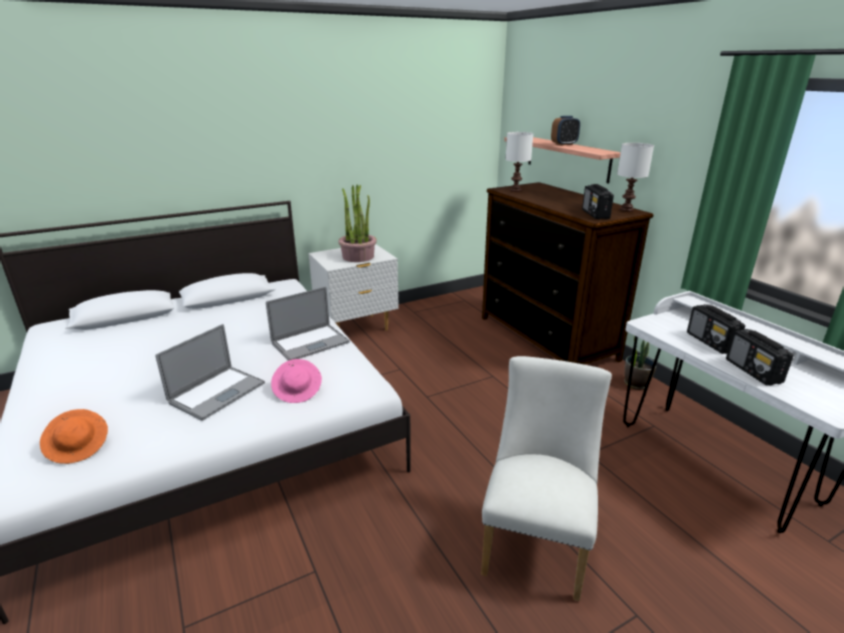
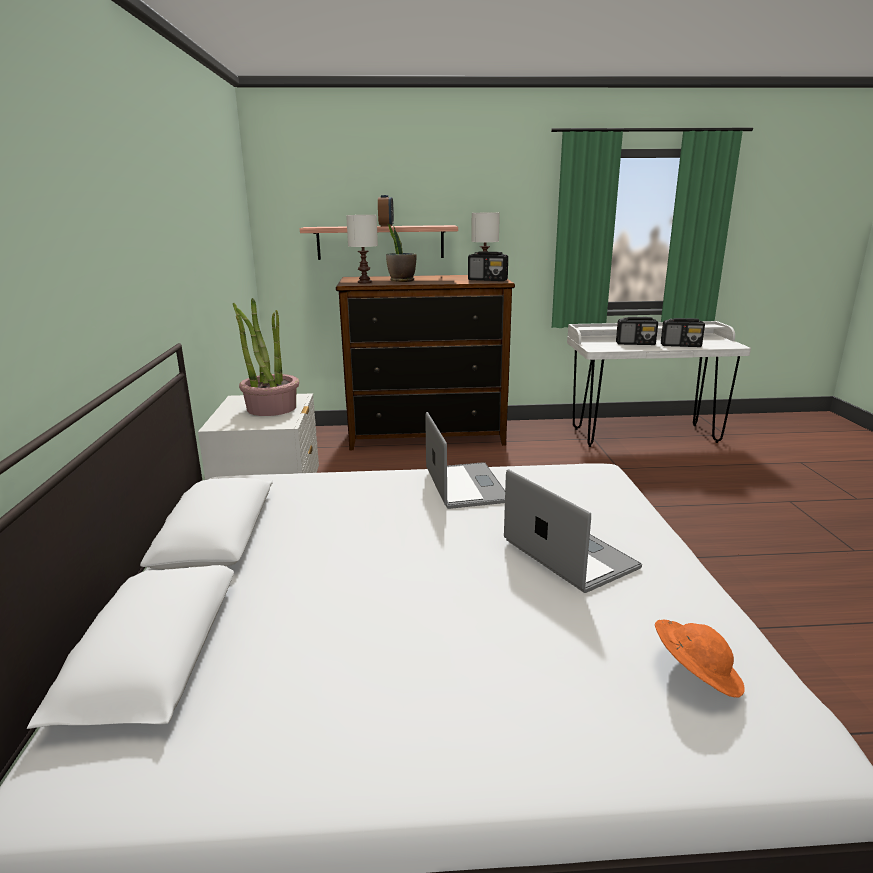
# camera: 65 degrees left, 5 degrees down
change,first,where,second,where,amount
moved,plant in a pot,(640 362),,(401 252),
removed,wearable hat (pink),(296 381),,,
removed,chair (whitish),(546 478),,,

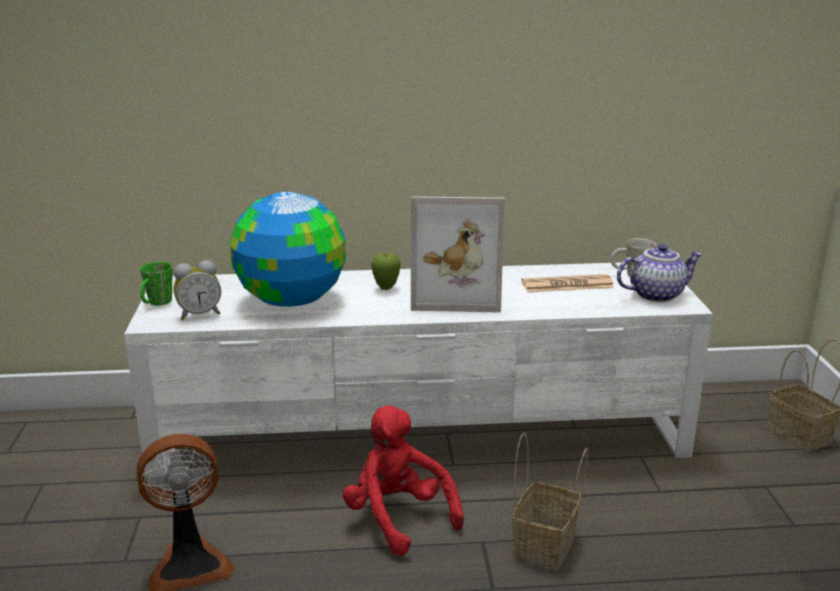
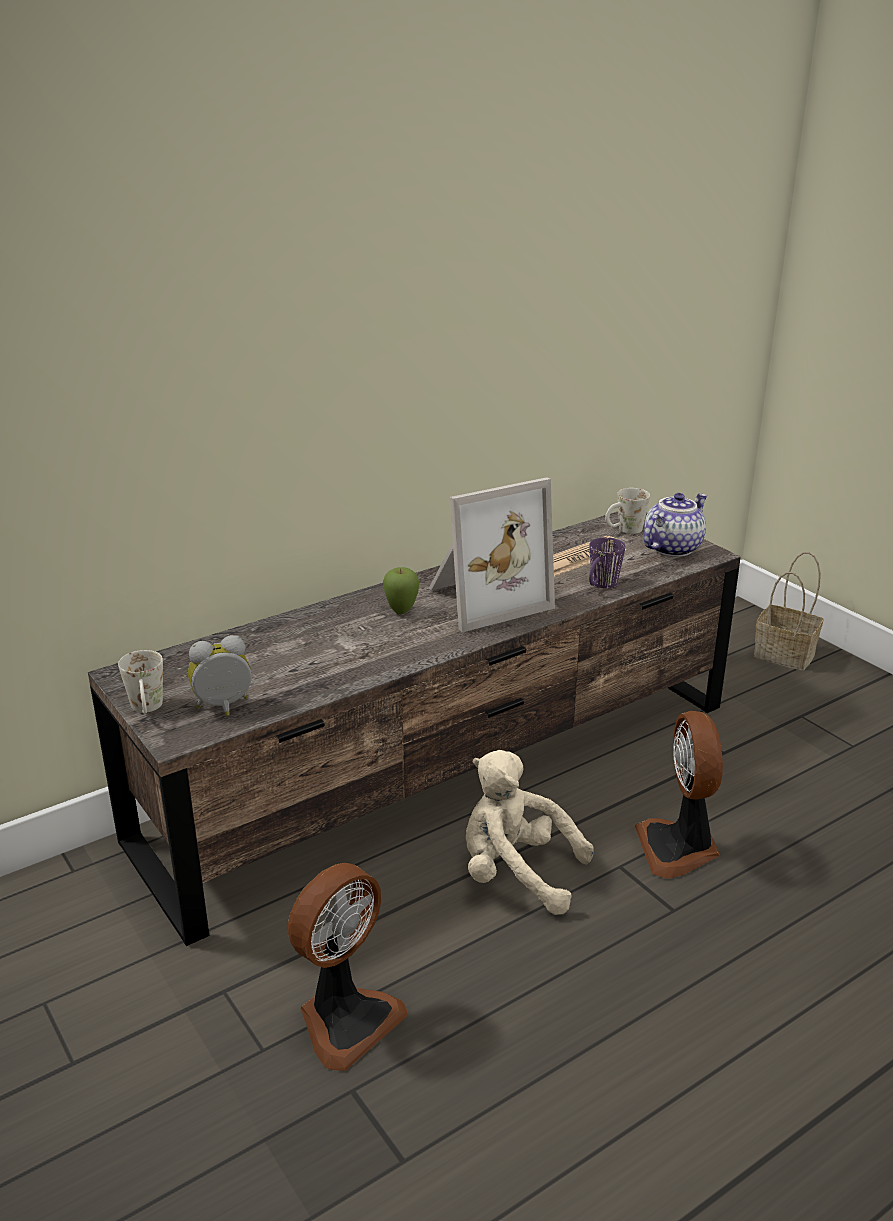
# camera: 30 degrees left, 5 degrees up
change,first,where,second,where,amount
recoloured,tv stand (whitish),(418 370),tv stand (brown),(414 729),
recoloured,tea mug (greenish),(156 283),tea mug (whitish),(140 682),
turned,bedside clock,(197 290),,(220 675),150 degrees counterclockwise
recoloured,soft toy (red),(403 480),soft toy (beige-coloured),(530 832),
added,,,tea mug (purplish),(607 562),
replaced,basket,(550 501),fan,(679 795),
removed,desk globe,(288 249),,,

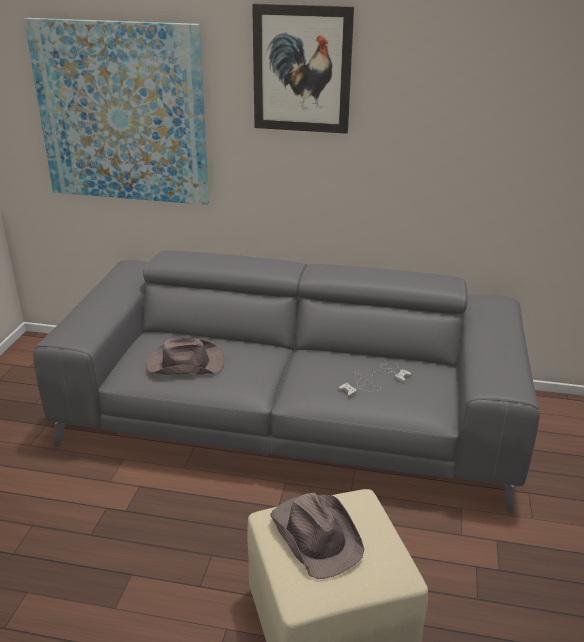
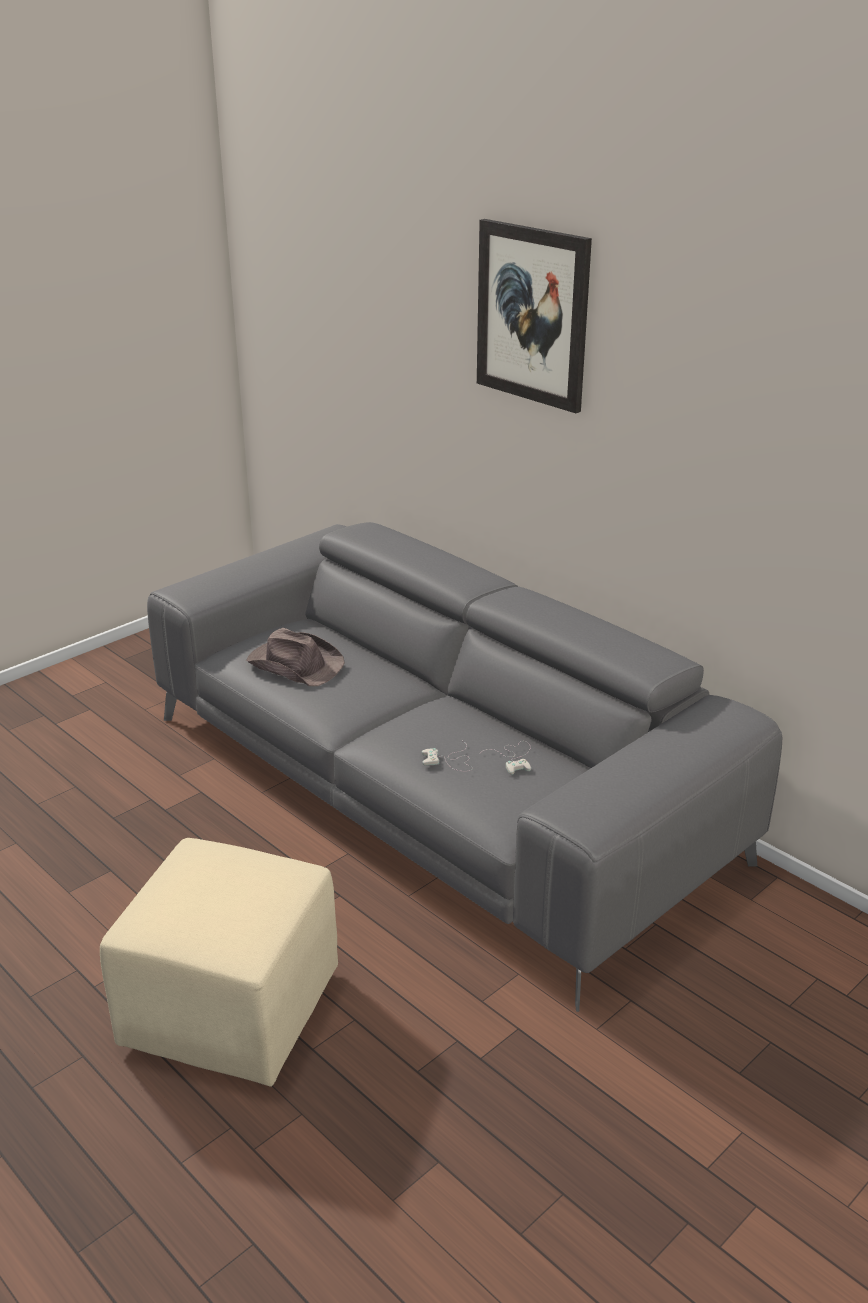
# camera: 35 degrees right, 0 degrees up
change,first,where,second,where,amount
removed,wall art,(116 111),,,
removed,wearable hat (brown),(317 536),,,

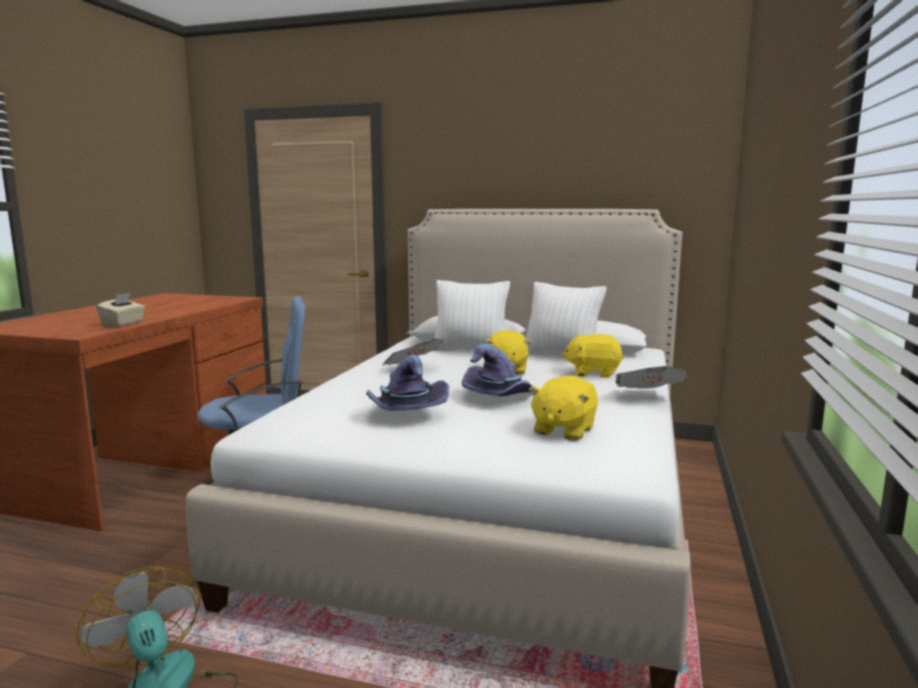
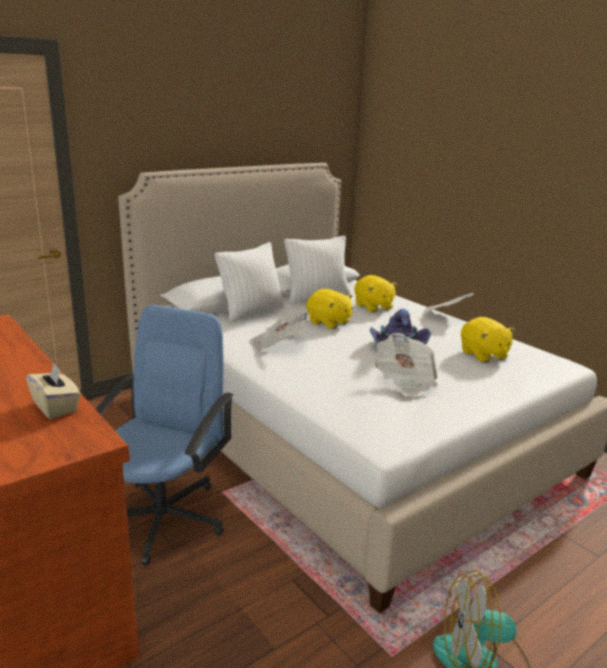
# camera: 55 degrees left, 10 degrees up
change,first,where,second,where,amount
turned,soft toy (yellow-coloured),(592 356),,(375 293),75 degrees counterclockwise
replaced,wearable hat (purplish),(407 383),printed paper,(406 365),

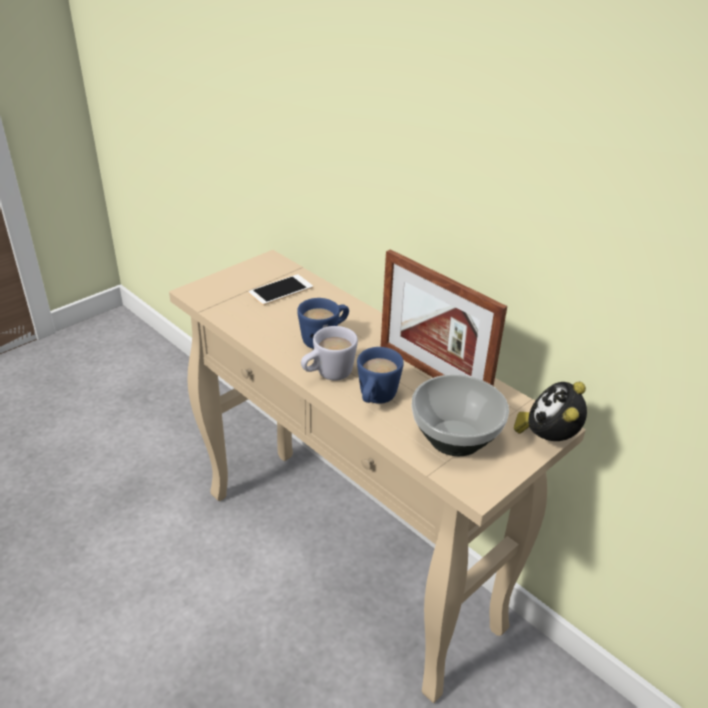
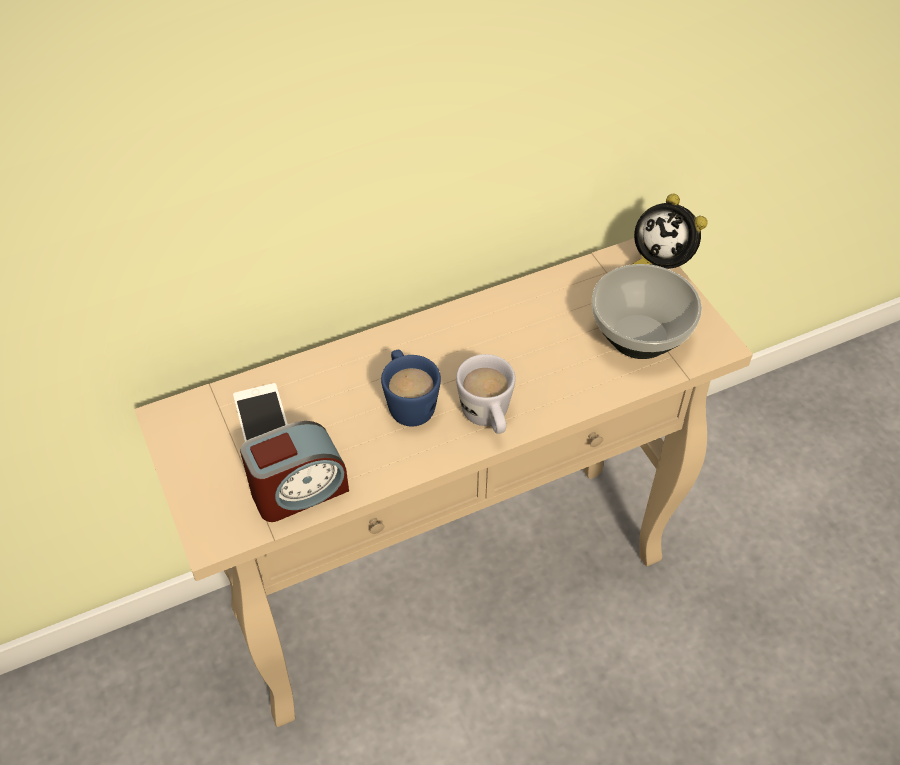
# camera: 70 degrees left, 15 degrees up
change,first,where,second,where,amount
added,,,bedside clock,(294 471),
removed,tea mug (blue),(380 375),,,
removed,standing frame,(444 317),,,

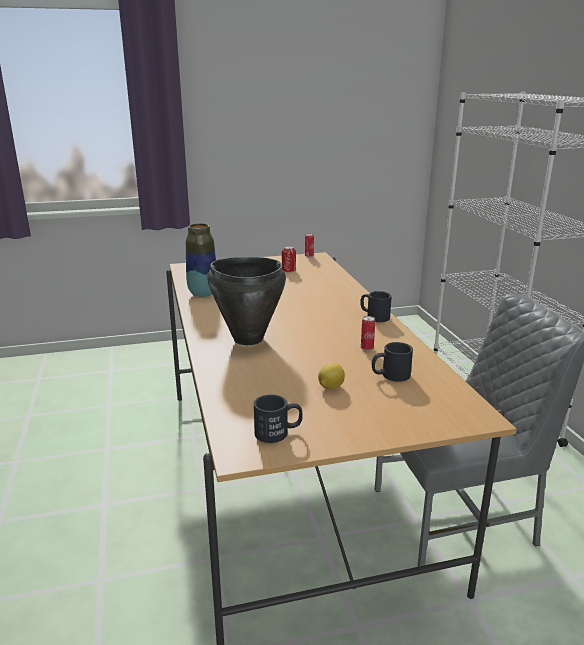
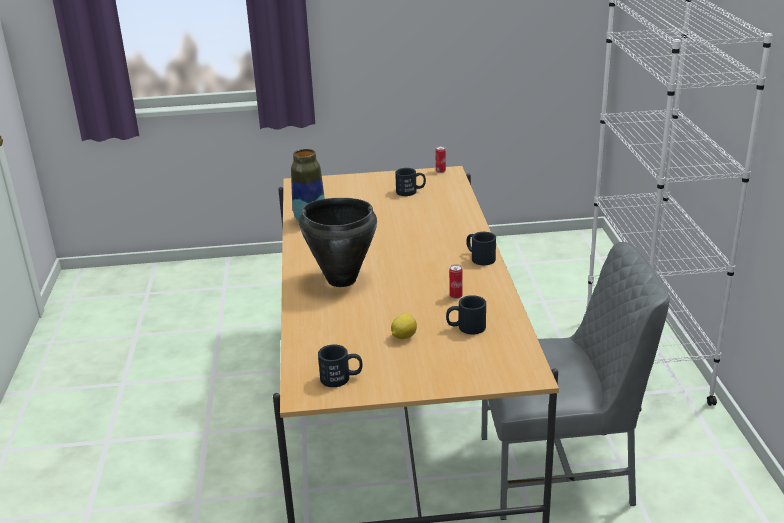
# camera: 10 degrees right, 5 degrees up
change,first,where,second,where,amount
replaced,sealed can,(289 259),tea mug (black-coloured),(410 182),

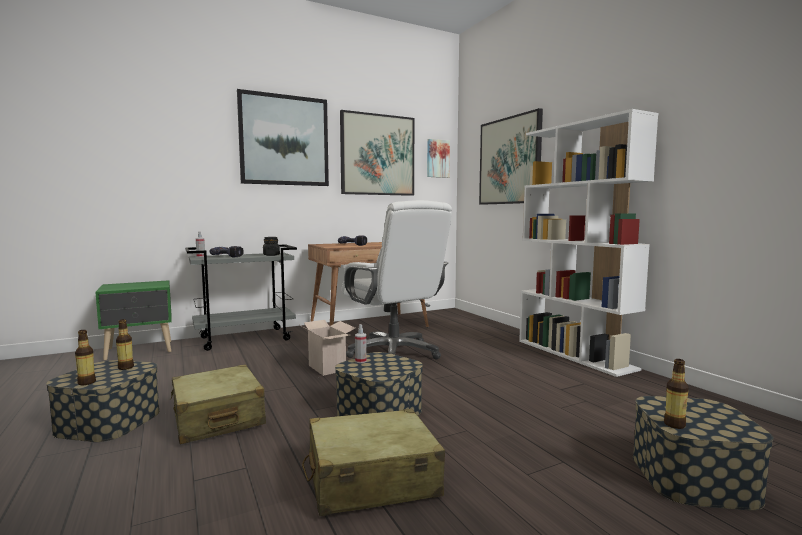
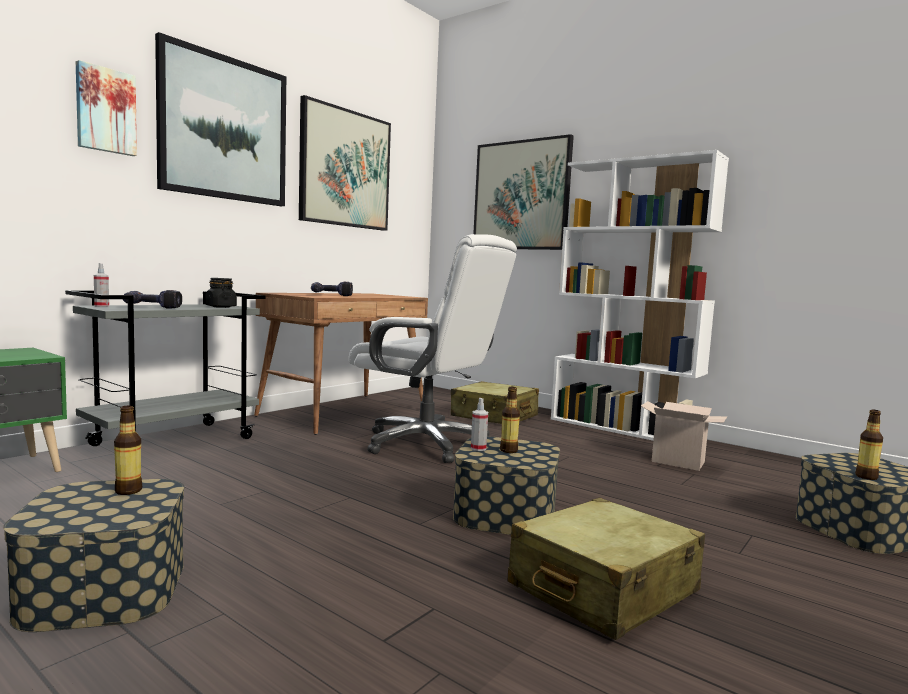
# camera: 25 degrees left, 0 degrees up
change,first,where,second,where,amount
moved,wall art,(438 158),,(106 108),
moved,piece of luggage (beige-coloured),(218 404),,(495 402),
moved,drink bottle,(85 357),,(510 420),
moved,cardboard box,(326 348),,(684 436),

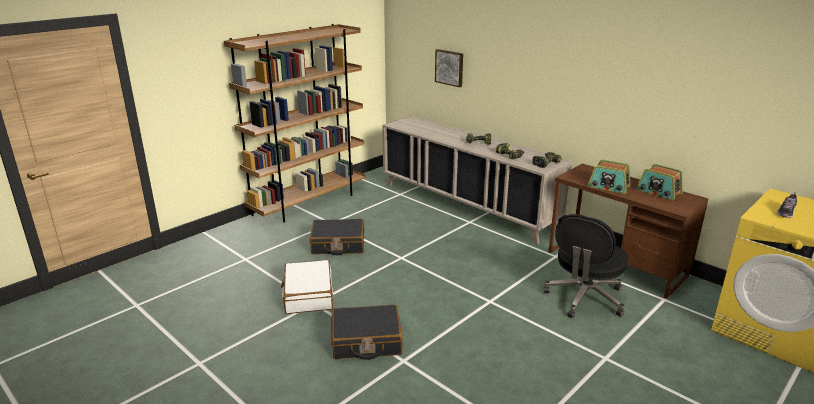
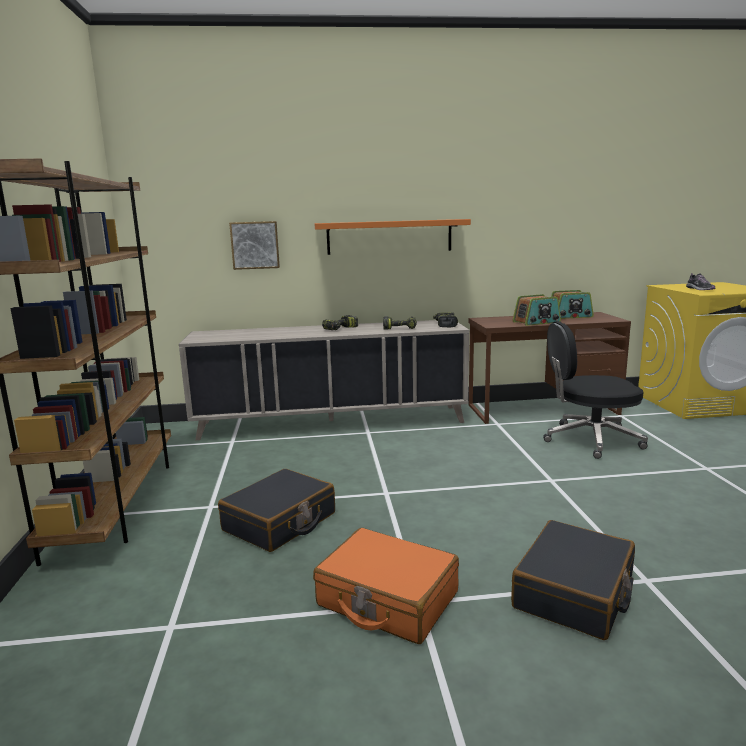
# camera: 50 degrees left, 10 degrees down
change,first,where,second,where,amount
recoloured,piece of luggage (whitish),(307 287),piece of luggage (orange),(386 586),
added,,,wall shelf (orange),(393 237),
turned,computer chair (black-coloured),(586 266),,(595 390),105 degrees clockwise

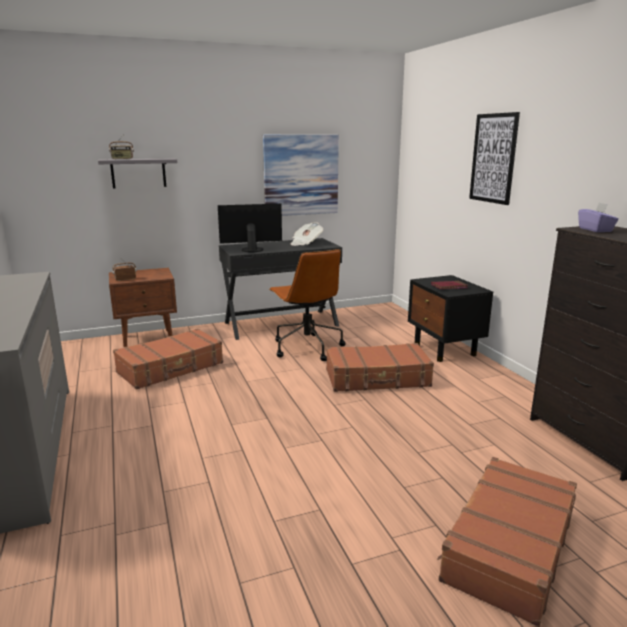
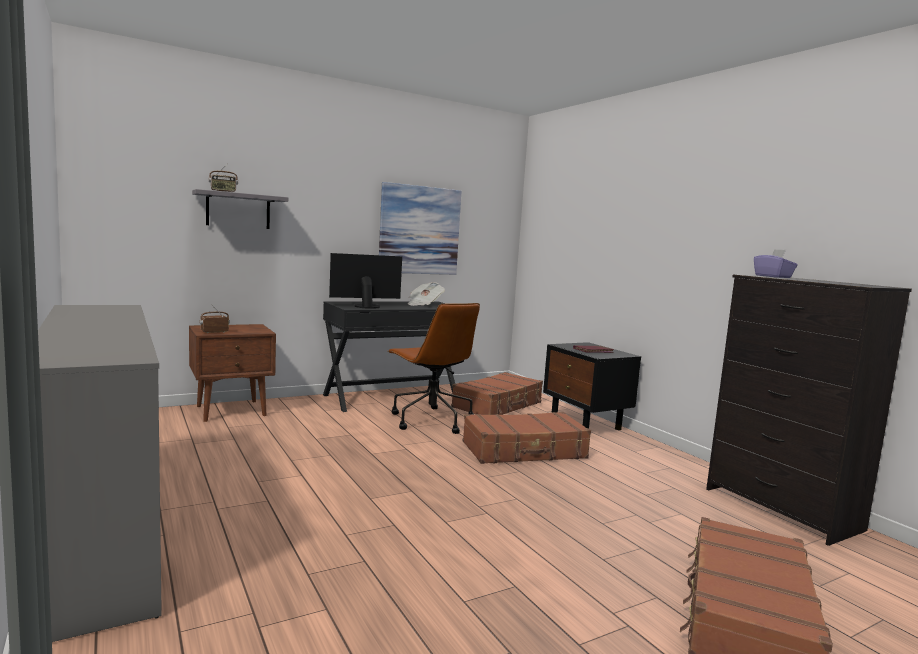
# camera: 10 degrees left, 10 degrees down
change,first,where,second,where,amount
moved,piece of luggage (brown),(168 359),,(497 393),
removed,wall art,(494 158),,,

